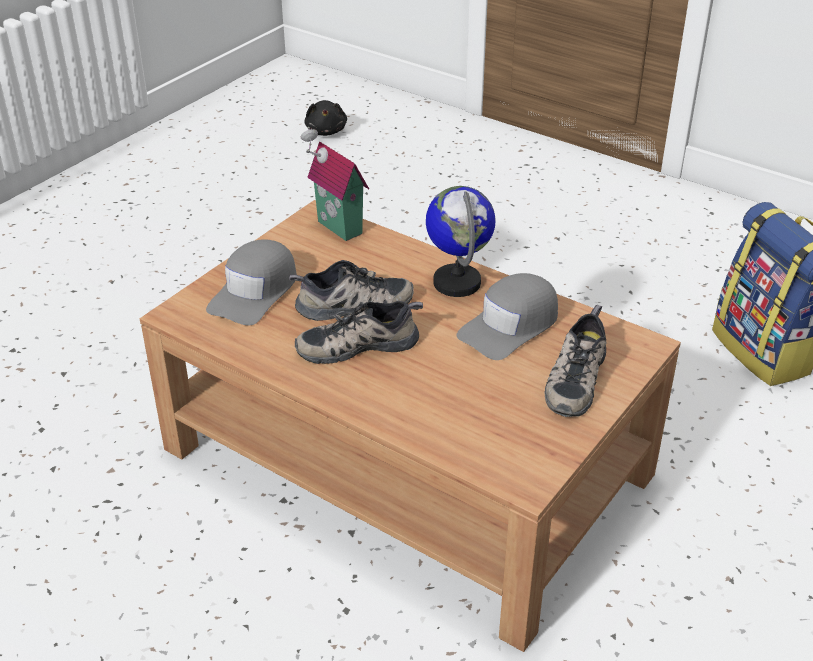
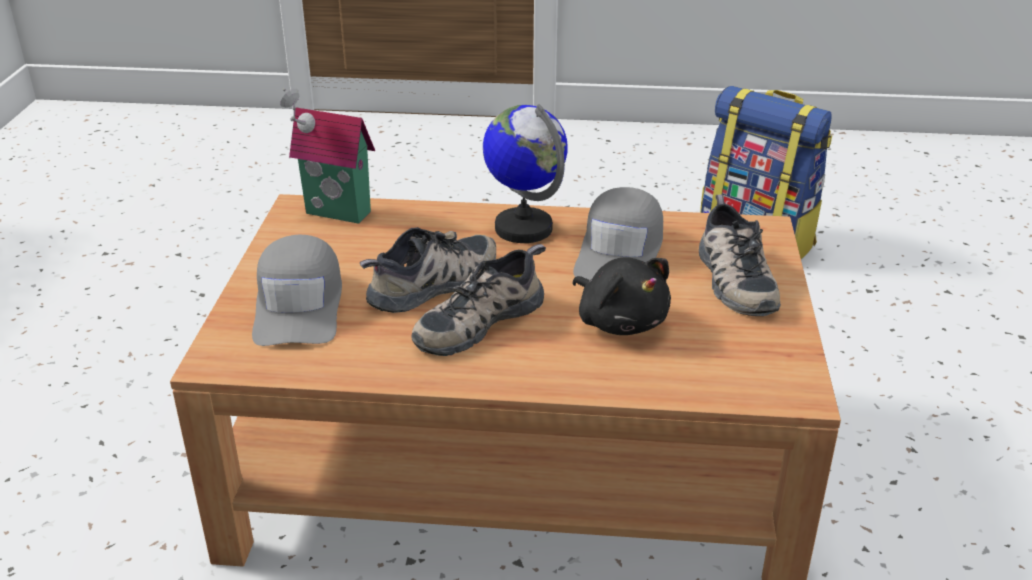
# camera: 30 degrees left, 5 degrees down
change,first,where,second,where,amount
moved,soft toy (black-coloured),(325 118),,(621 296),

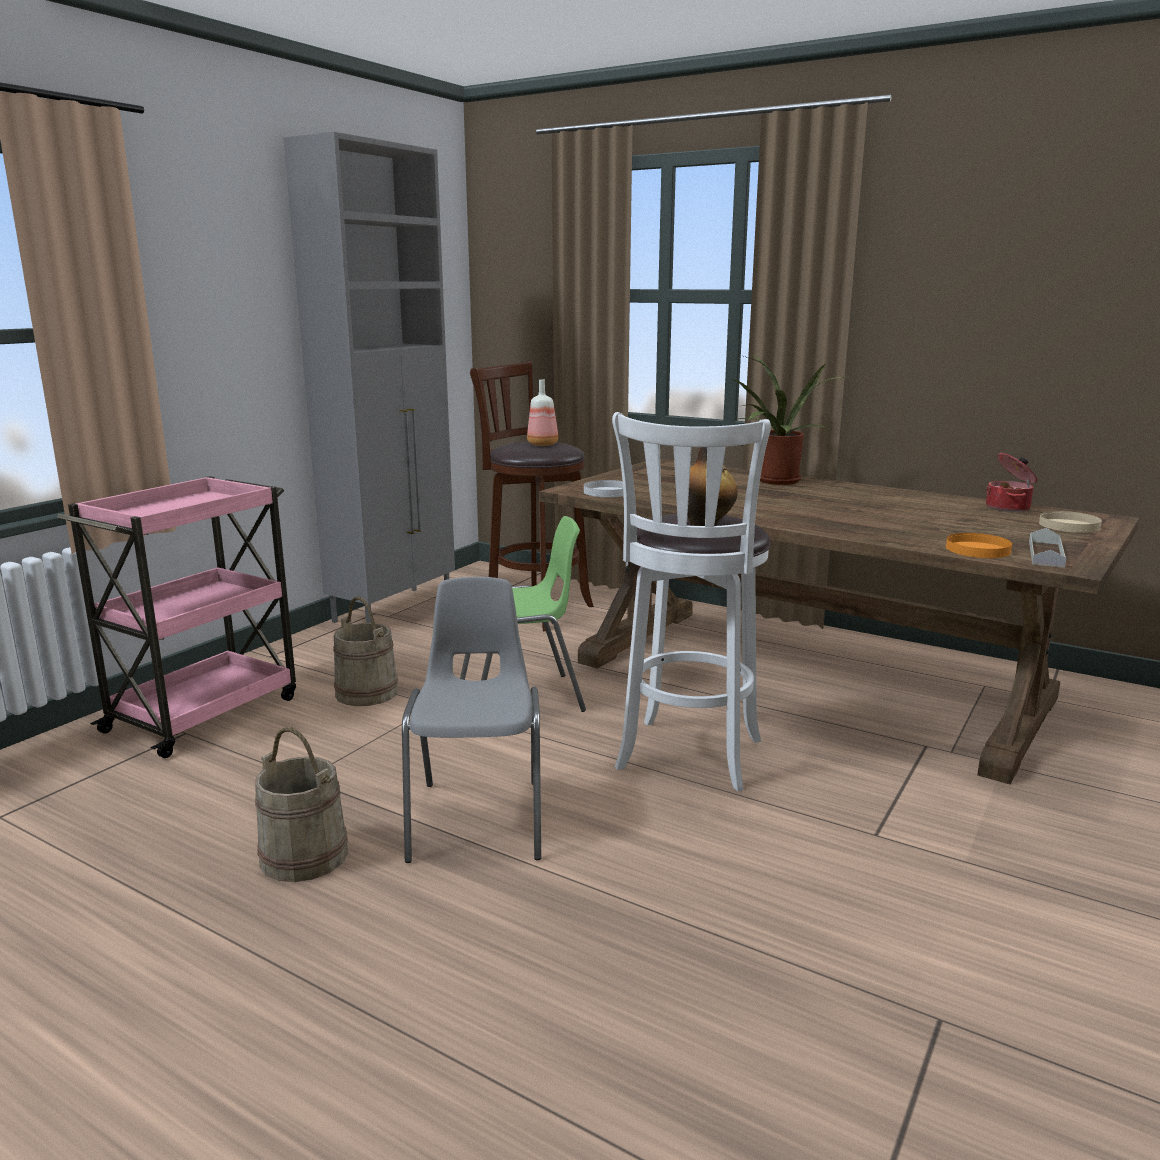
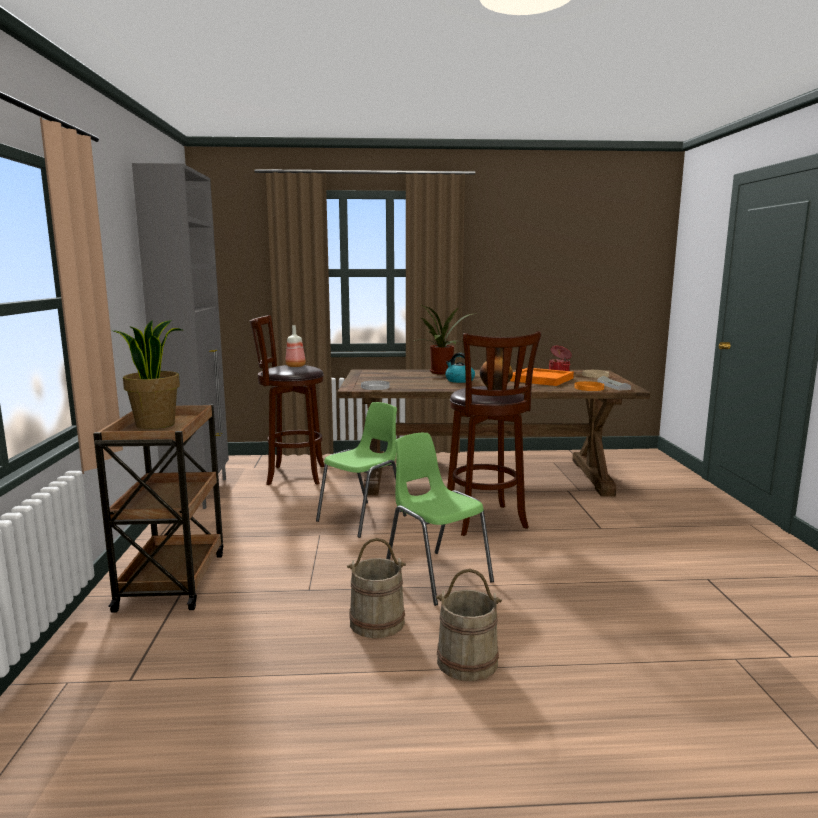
# camera: 35 degrees left, 5 degrees down
change,first,where,second,where,amount
recoloured,cart (pink),(176 617),cart (brown),(158 508),
added,,,plant in a pot,(146 374),
recoloured,chair (greyish),(471 720),chair (greenish),(440 519),
moved,pail (beige-coloured),(365 651),,(469 624),
added,,,tea kettle,(460 368),
recoloured,stool seat (whitish),(691 601),stool seat (brown),(494 433),
added,,,serving tray (orange),(542 377),

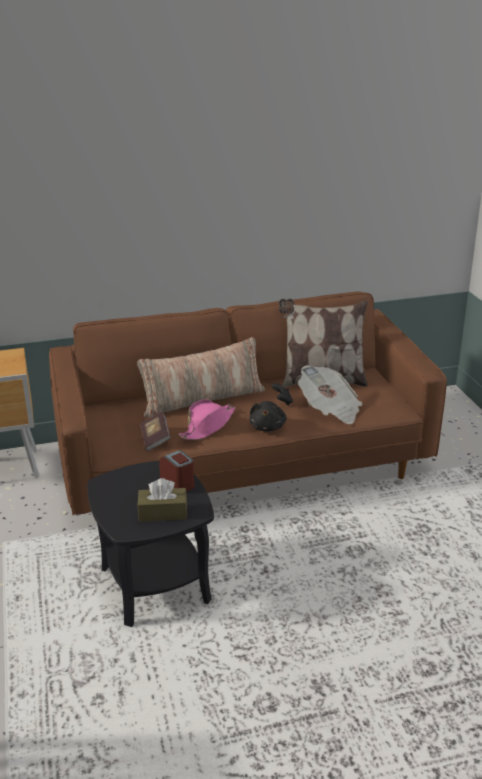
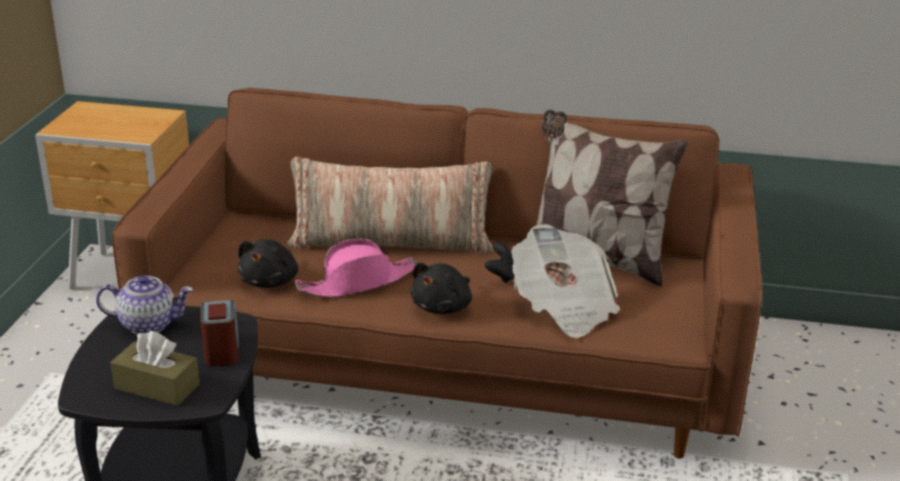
# camera: 25 degrees right, 0 degrees up
change,first,where,second,where,amount
added,,,tea pot,(144 304),
replaced,volume,(155 431),soft toy (black-coloured),(268 263),

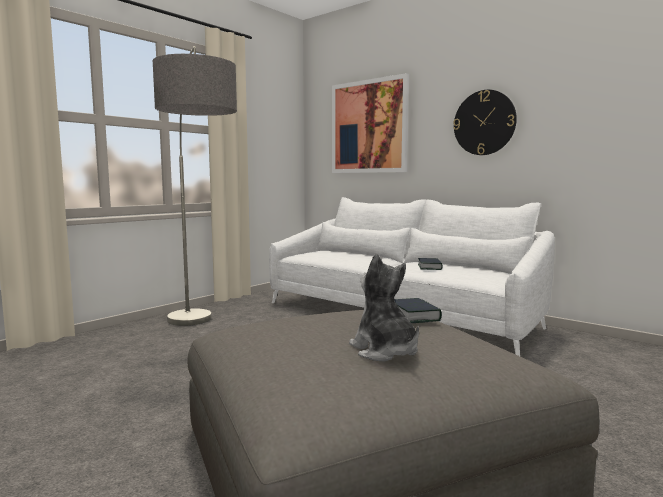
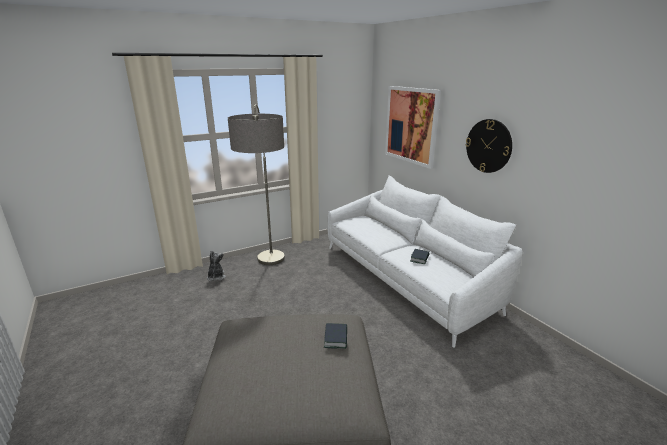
# camera: 20 degrees right, 15 degrees up
change,first,where,second,where,amount
moved,soft toy,(384 307),,(216 265),

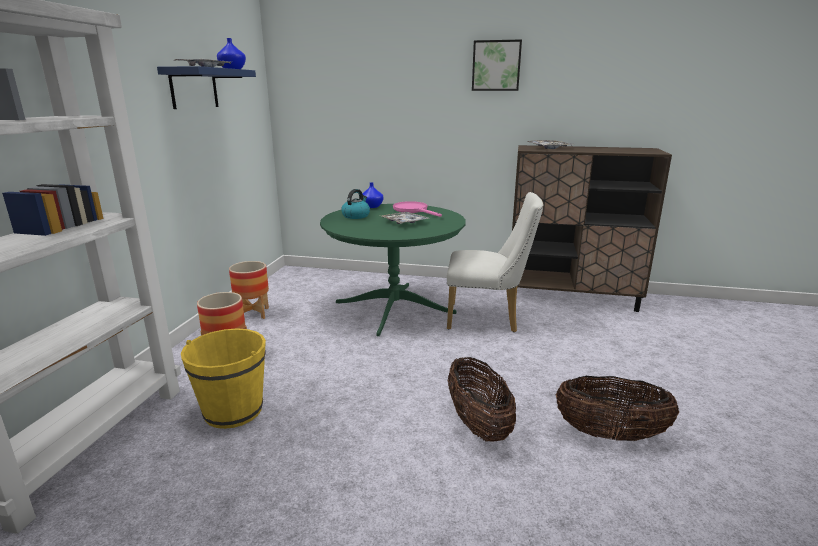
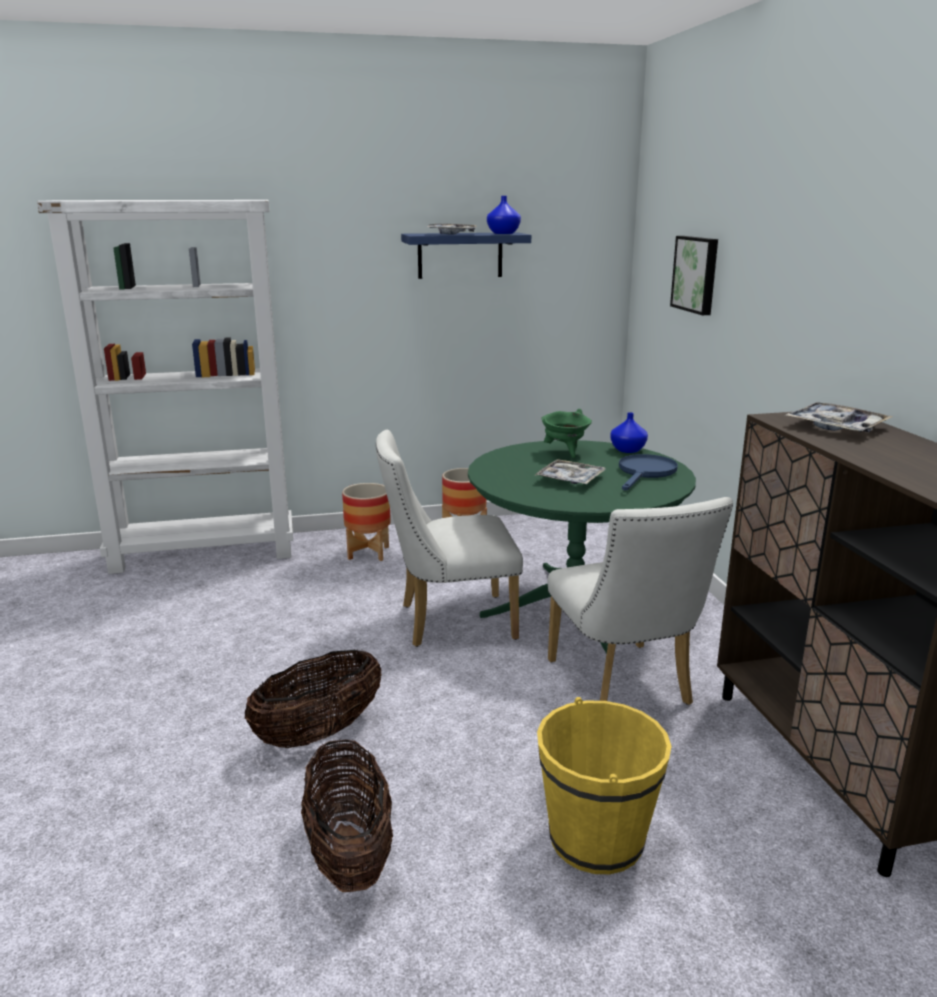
# camera: 65 degrees right, 0 degrees up
change,first,where,second,where,amount
added,,,chair (whitish),(449 538),
moved,pail (yellow-coloured),(223 378),,(604 785),
replaced,tea kettle,(355 204),cooking pot (greenish),(566 433),
recoloured,skillet (pink),(417 209),skillet (blue),(648 472),
moved,wall art,(497 65),,(694 275),

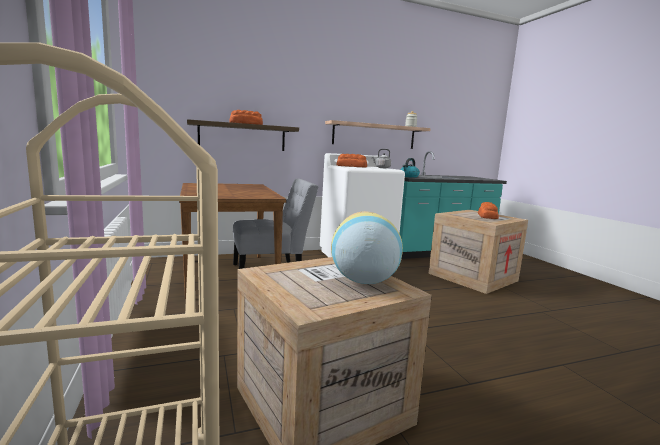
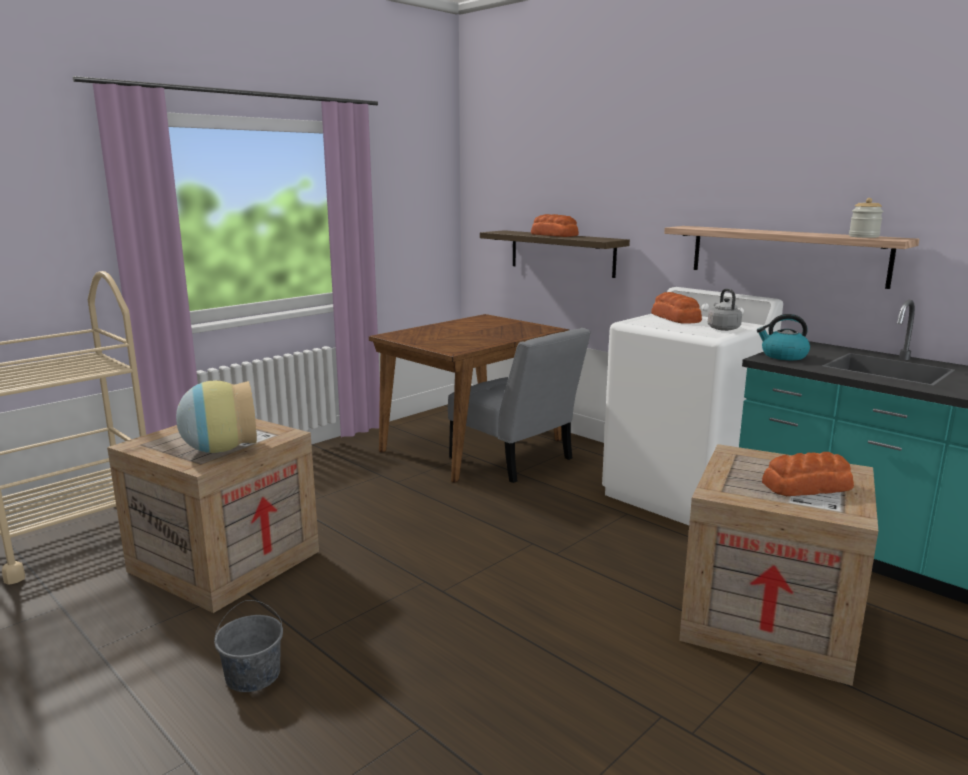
# camera: 65 degrees right, 5 degrees up
change,first,where,second,where,amount
added,,,pail (greyish),(248 646),

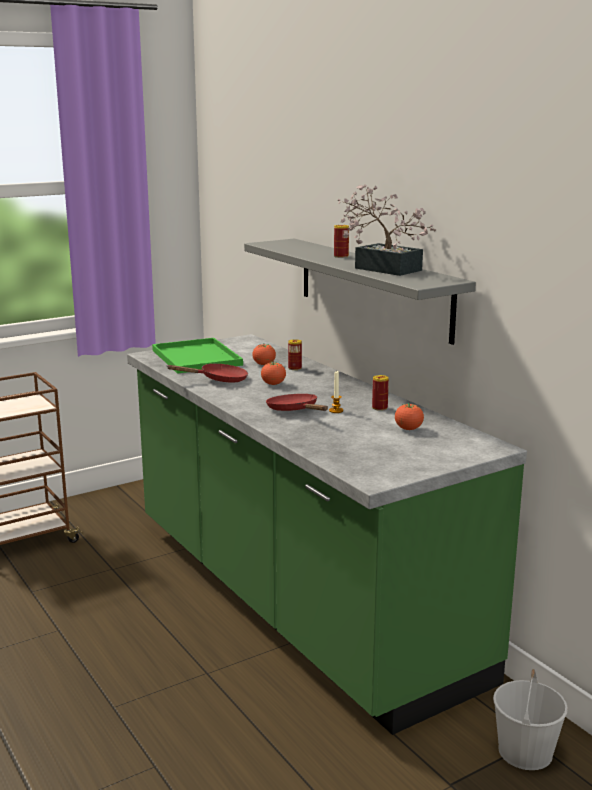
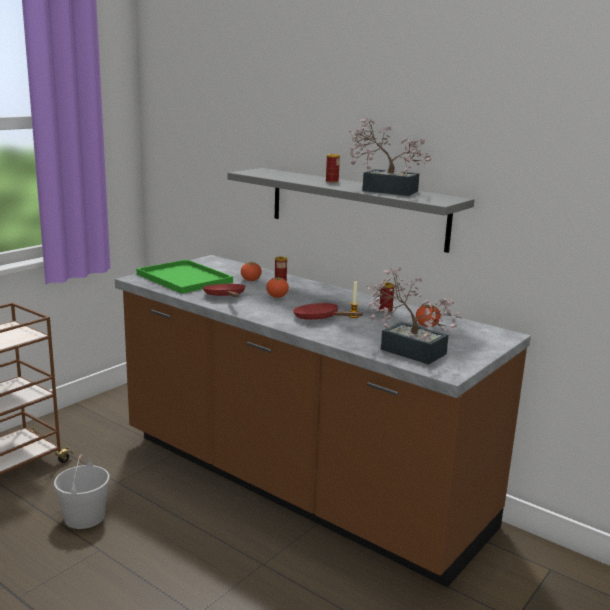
# camera: 20 degrees left, 0 degrees up
change,first,where,second,where,amount
moved,pail (whitish),(530 719),,(82 491),
recoloured,counter (greenish),(327 534),counter (brown),(323 421),
turned,skillet (red),(207 373),,(224 290),75 degrees counterclockwise
added,,,plant in a pot,(414 316),

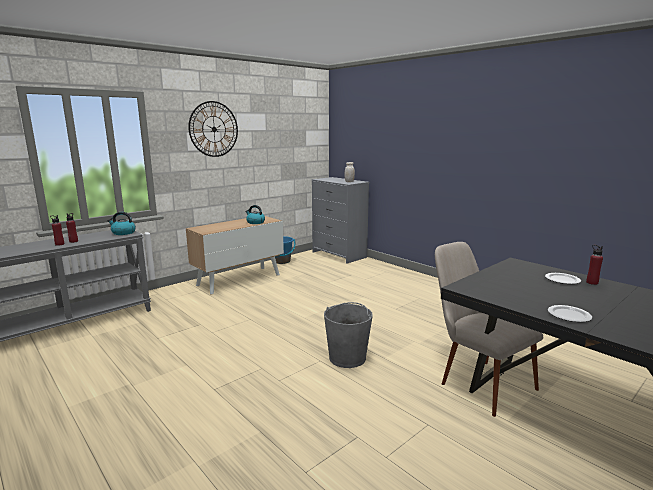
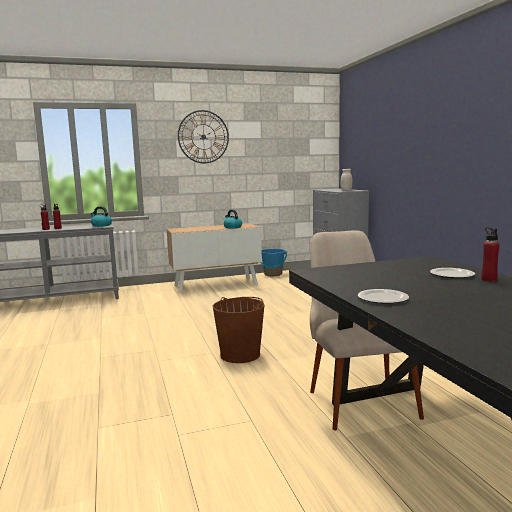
# camera: 25 degrees right, 5 degrees down
change,first,where,second,where,amount
recoloured,pail (greyish),(348 335),pail (brown),(239 330),

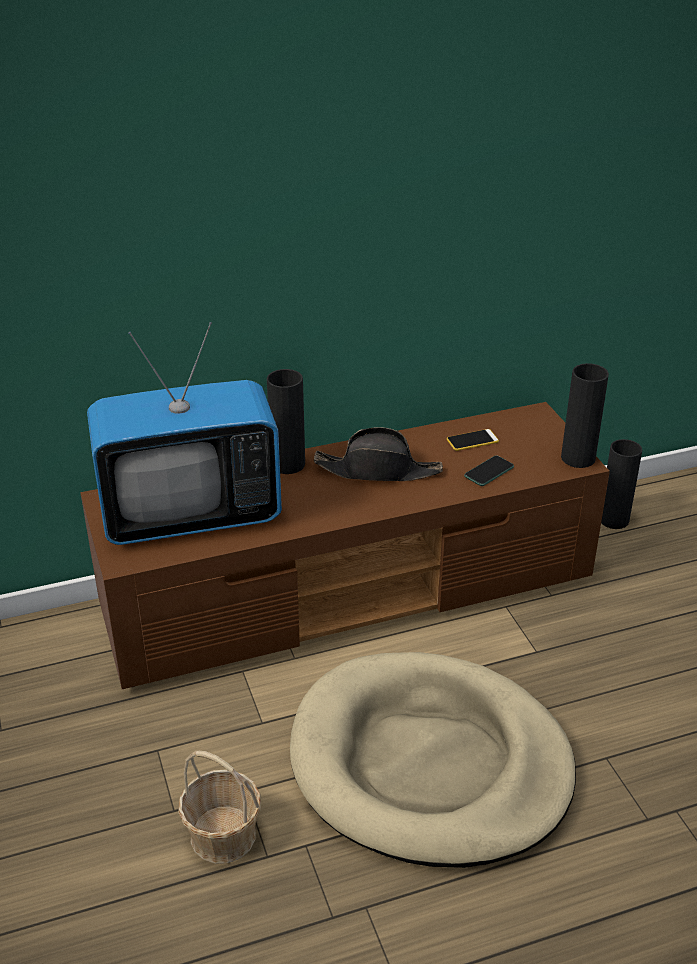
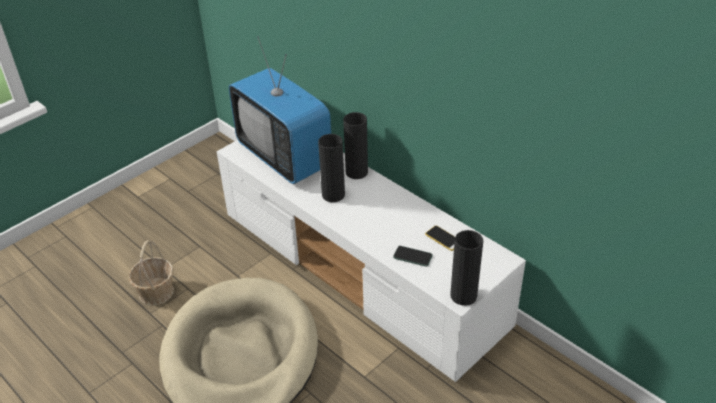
# camera: 65 degrees right, 5 degrees up
change,first,where,second,where,amount
recoloured,tv stand (brown),(345 545),tv stand (whitish),(371 261),
moved,decorative vase (black-coloured),(621 484),,(331 168),
removed,wearable hat (black-coloured),(378 454),,,

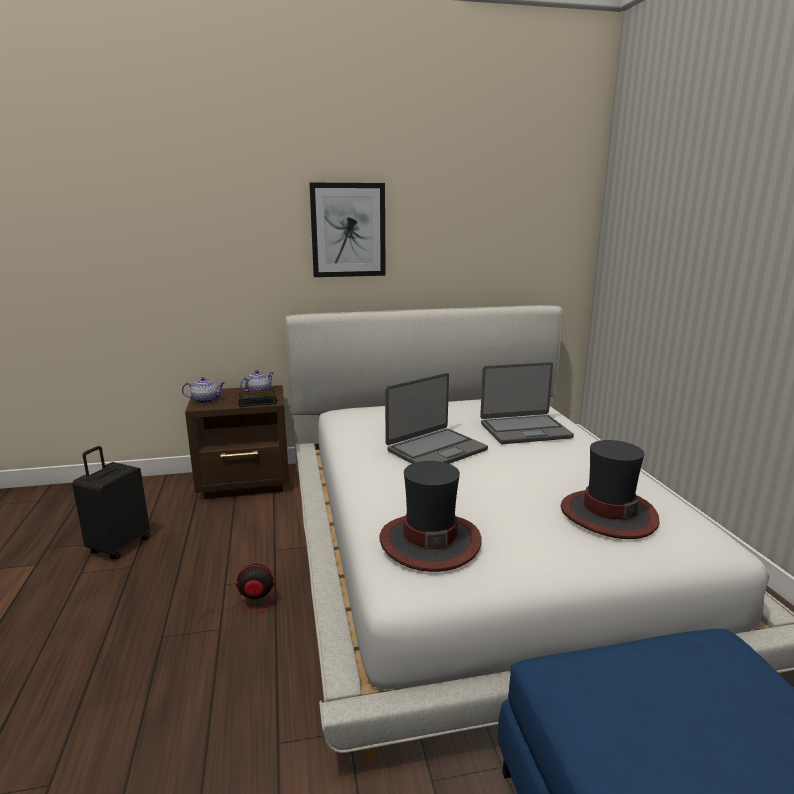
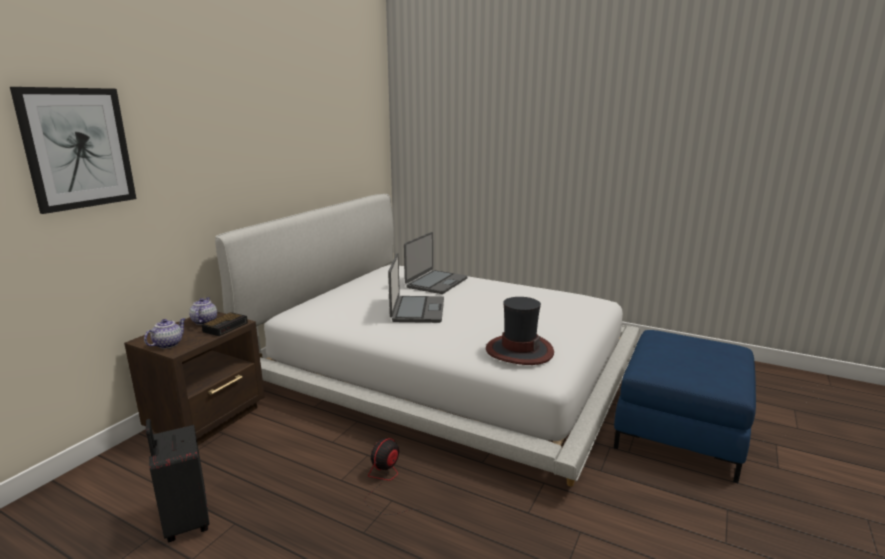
# camera: 50 degrees left, 0 degrees up
change,first,where,second,where,amount
moved,wall art,(347 230),,(73 150),
removed,wearable hat,(610 489),,,

